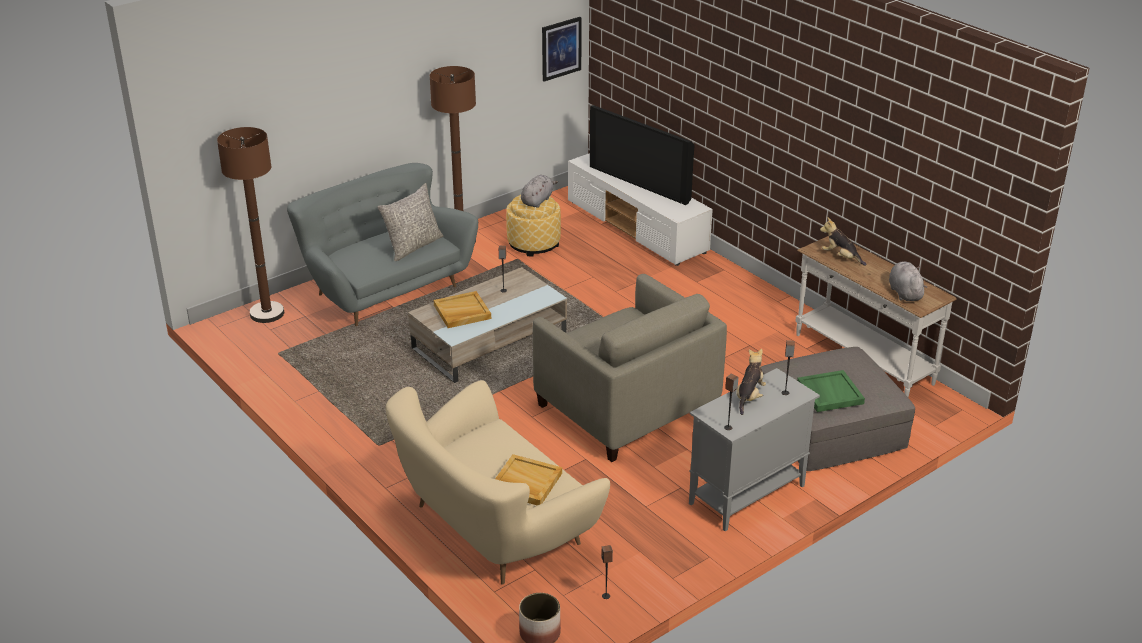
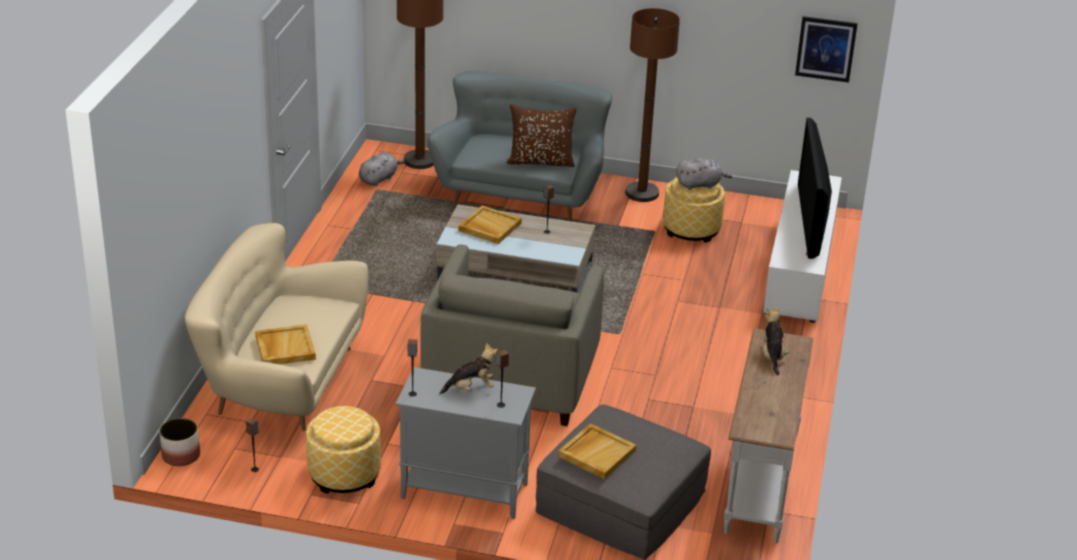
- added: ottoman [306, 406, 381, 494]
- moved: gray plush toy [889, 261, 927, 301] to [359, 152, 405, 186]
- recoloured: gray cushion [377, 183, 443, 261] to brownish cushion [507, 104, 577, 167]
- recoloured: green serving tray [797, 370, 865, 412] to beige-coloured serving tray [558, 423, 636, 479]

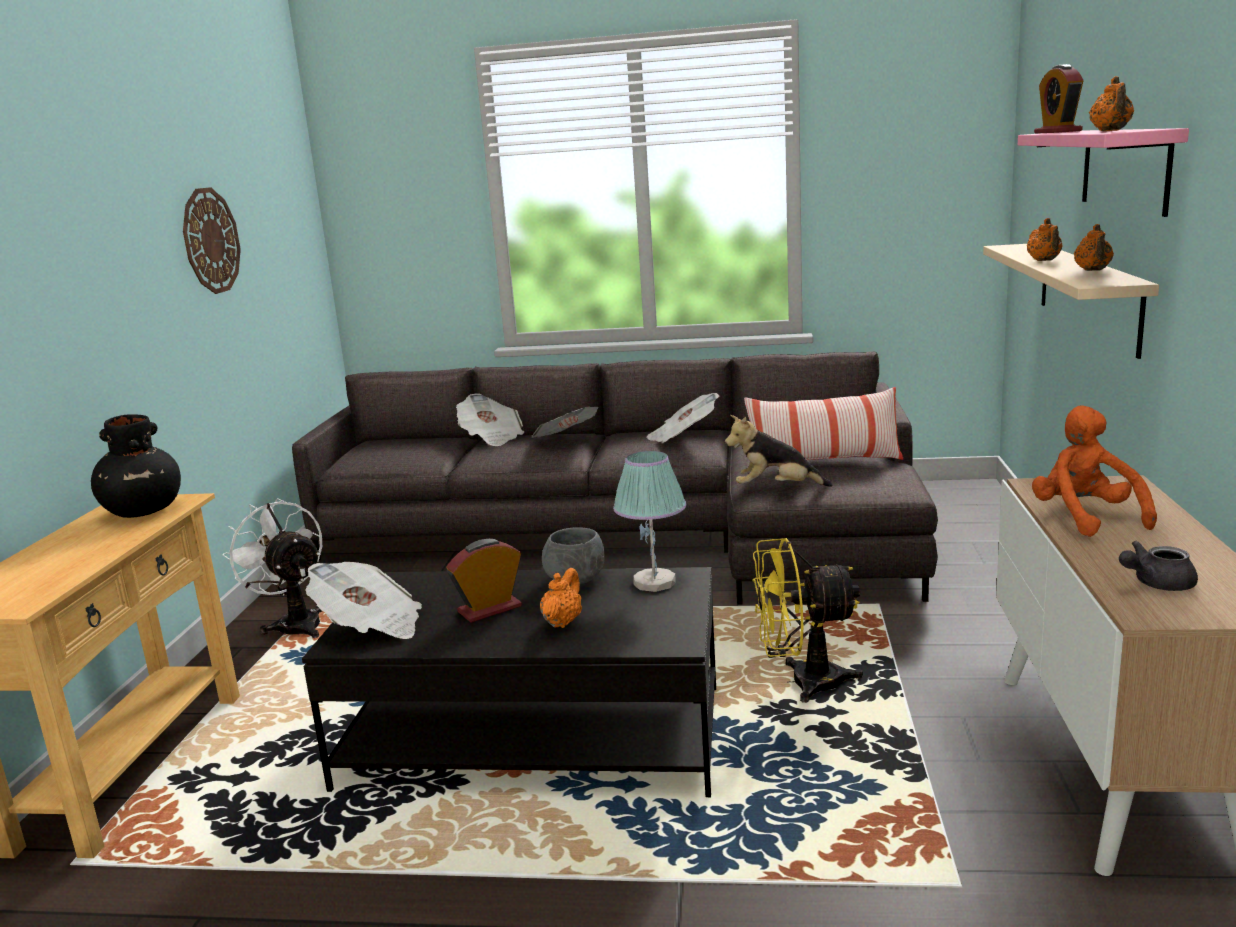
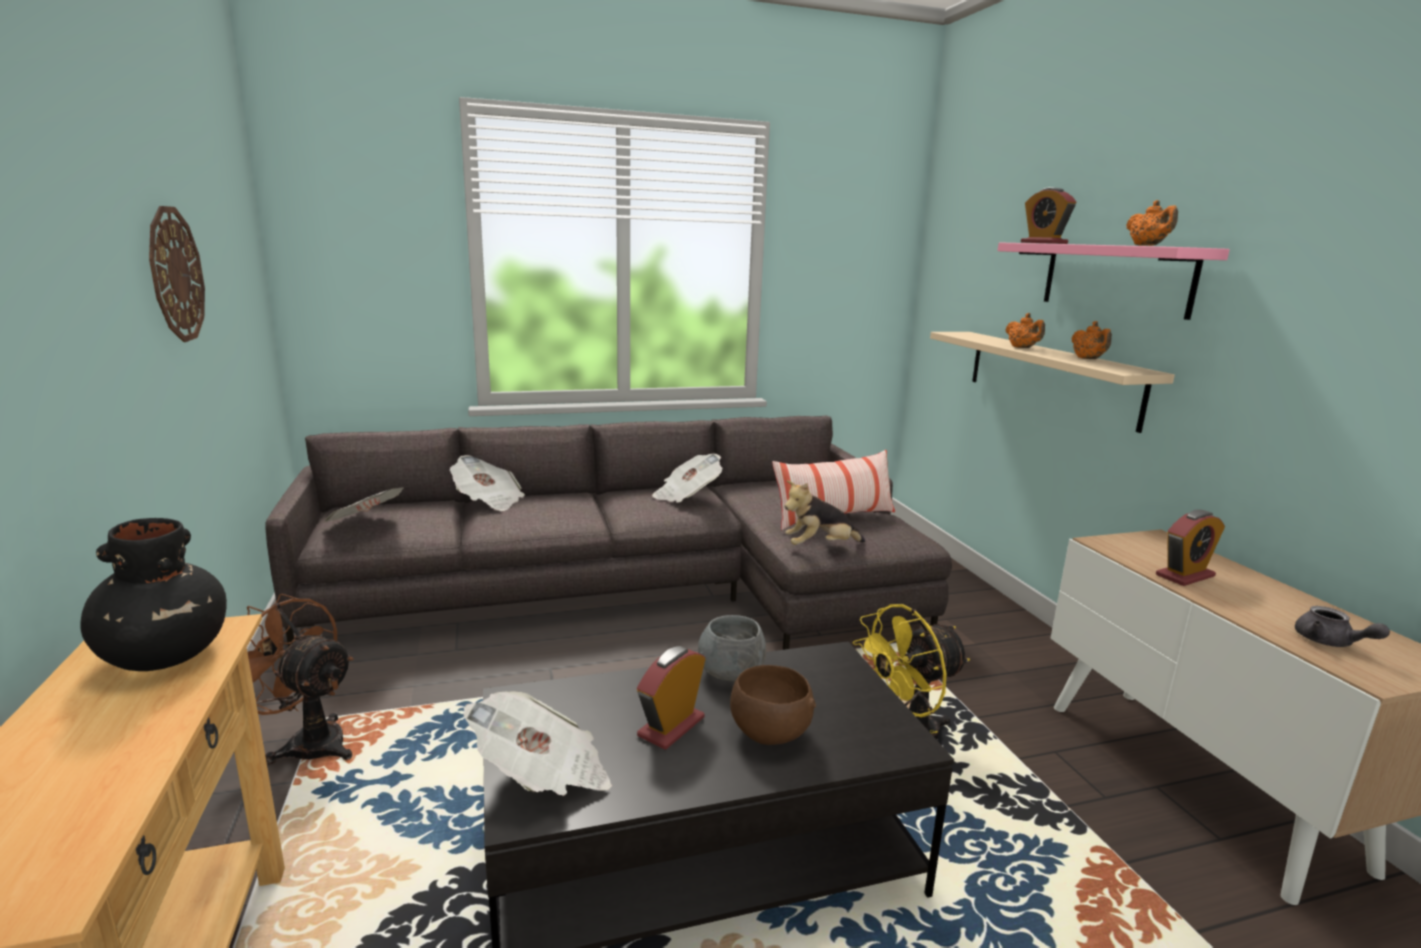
- recoloured: whitish electric fan [223, 498, 322, 638] to brownish electric fan [247, 594, 354, 765]
- moved: daily paper [531, 406, 599, 438] to [322, 488, 404, 523]
- replaced: orange pot for tea [540, 568, 582, 628] to brownish serving bowl [730, 665, 816, 745]
- replaced: orange plush toy [1032, 405, 1157, 537] to alarm clock [1156, 509, 1225, 586]
- turned: gray pot for tea [1119, 541, 1198, 591] = [1295, 606, 1390, 647] 75 degrees counterclockwise
- removed: table lamp [613, 451, 686, 592]

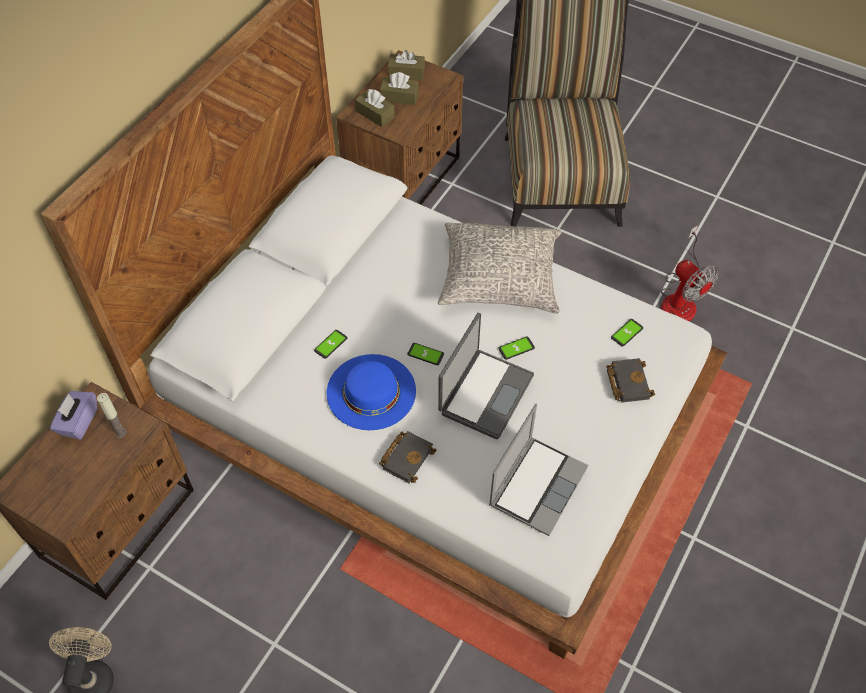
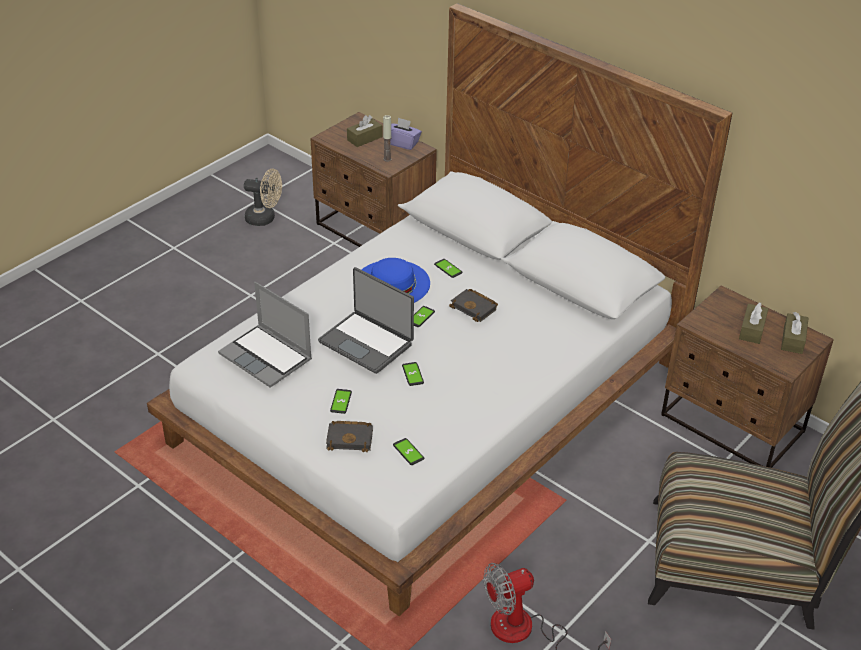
- added: telephone [330, 389, 352, 414]
- moved: brownish tissue holder [355, 89, 395, 127] to [347, 115, 383, 147]
- moved: black bound book [379, 431, 437, 483] to [449, 289, 498, 322]
- removed: gray cushion [438, 223, 562, 314]

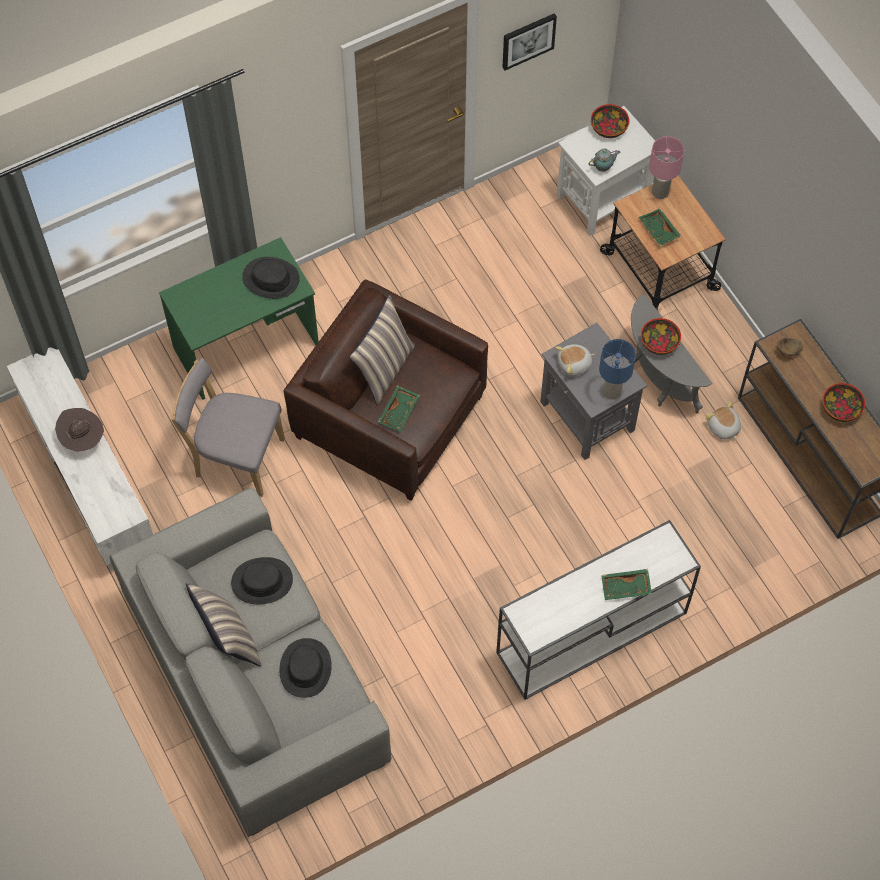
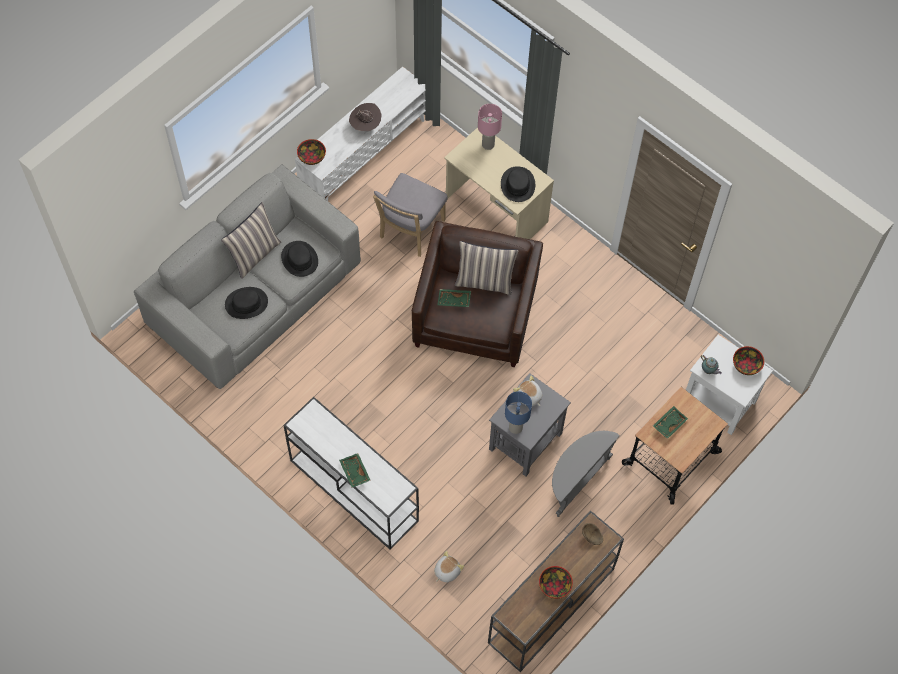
- moved: serving bowl [641, 318, 681, 355] to [297, 139, 326, 165]
- turned: gray plain chair [171, 358, 285, 497] = [373, 173, 448, 257] 150 degrees counterclockwise
- moved: plush toy [705, 401, 741, 440] to [434, 551, 464, 582]
- recoloured: green desk [159, 237, 319, 400] to beige-coloured desk [444, 127, 554, 239]
- moved: pink table lamp [649, 136, 684, 199] to [478, 104, 502, 150]
- removed: wall picture [502, 13, 557, 70]

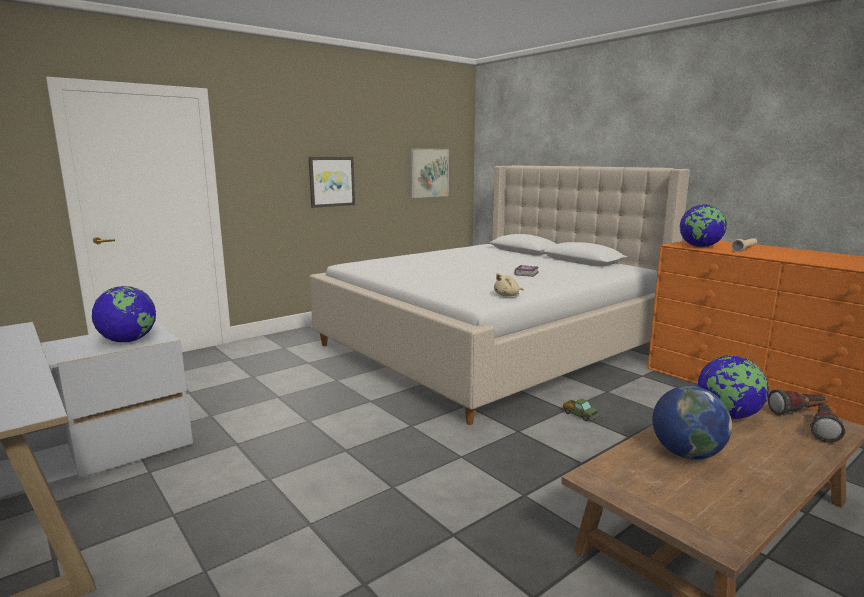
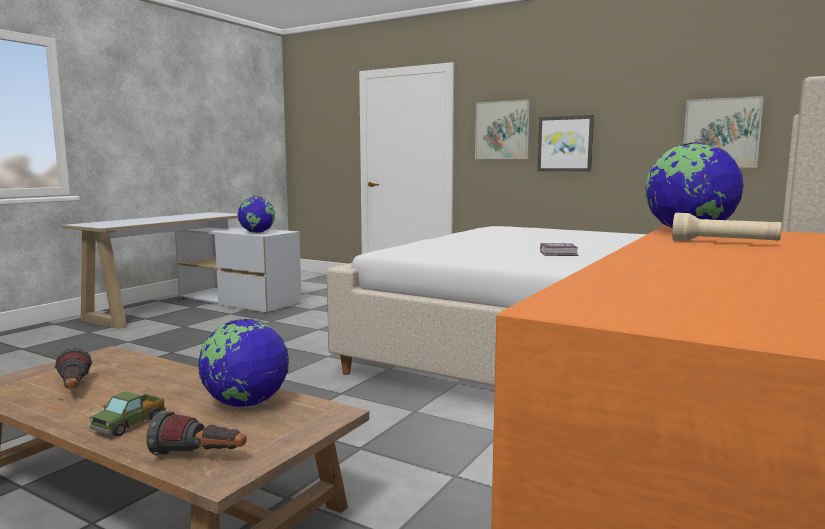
- moved: hand torch [768, 390, 828, 415] to [55, 348, 92, 389]
- moved: toy truck [562, 398, 599, 421] to [90, 391, 166, 436]
- added: wall picture [475, 99, 531, 159]
- removed: beige-coloured plush toy [494, 273, 524, 296]
- removed: globe [652, 386, 732, 460]

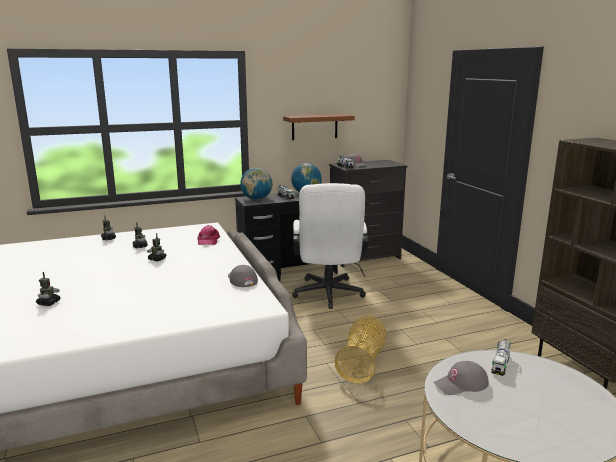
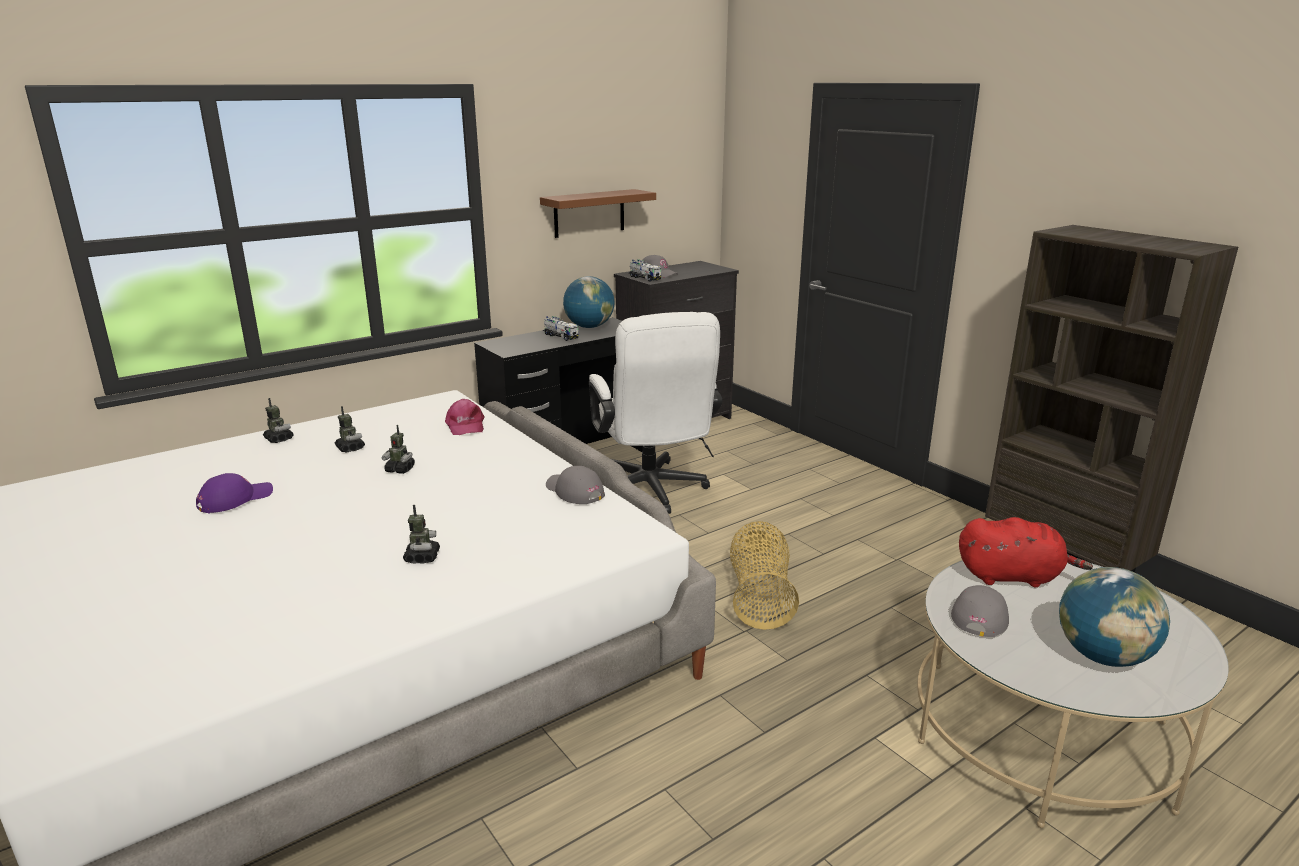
- added: purple-coloured peaked cap [196, 473, 273, 514]
- moved: toy robot [36, 272, 61, 306] to [403, 505, 440, 563]
- turned: gray peaked cap [434, 361, 489, 395] = [951, 585, 1009, 637] 150 degrees clockwise
- replaced: toy truck [491, 339, 511, 376] to red plush toy [959, 517, 1093, 587]
- moved: globe [240, 168, 272, 200] to [1059, 567, 1170, 667]

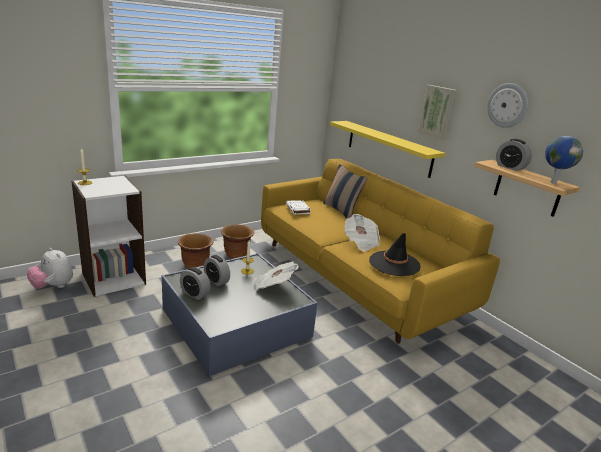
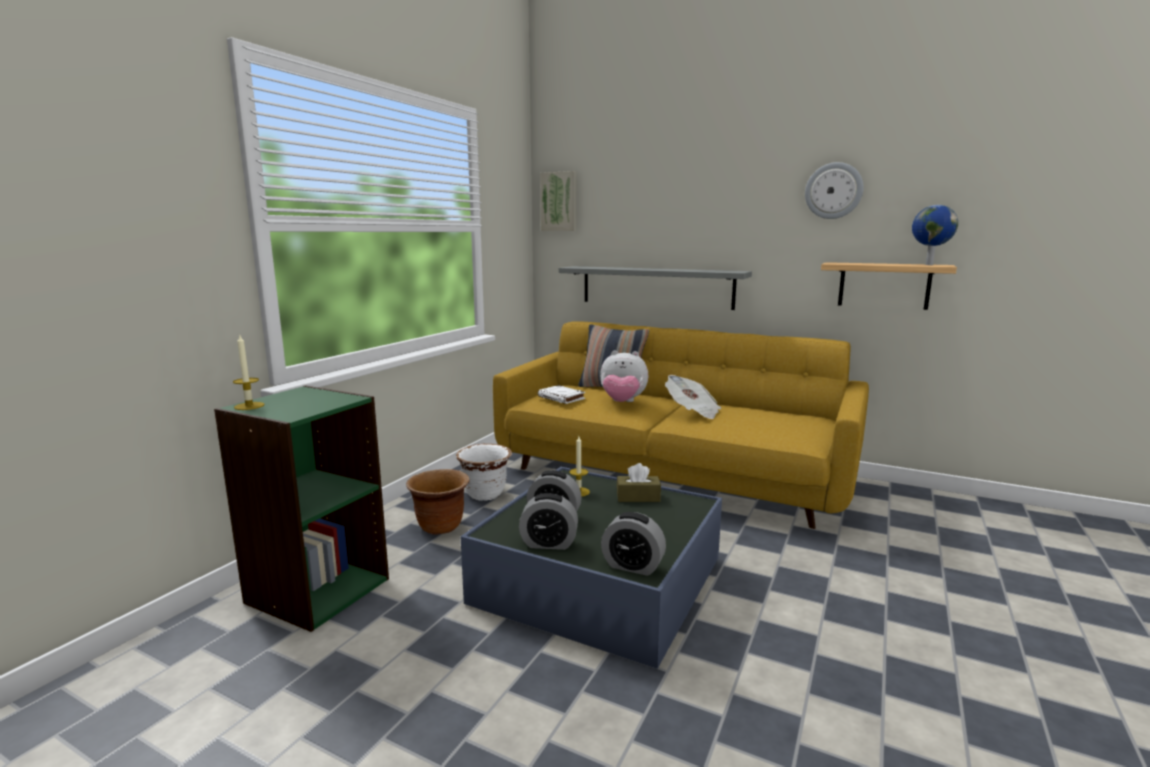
- recoloured: whitish shelving unit [71, 175, 146, 297] to green shelving unit [214, 385, 389, 632]
- recoloured: brownish planter [221, 224, 254, 259] to whitish planter [456, 444, 512, 501]
- moved: wall picture [418, 85, 457, 140] to [540, 171, 577, 231]
- recoloured: yellow-coloured bracket shelf [330, 121, 445, 178] to gray bracket shelf [559, 266, 752, 310]
- moved: plush toy [27, 248, 73, 289] to [600, 350, 648, 402]
- moved: alarm clock [496, 139, 532, 171] to [601, 512, 666, 576]
- replaced: daily paper [253, 261, 298, 290] to brownish tissue holder [617, 463, 661, 502]
- removed: black wearable hat [369, 233, 421, 276]

